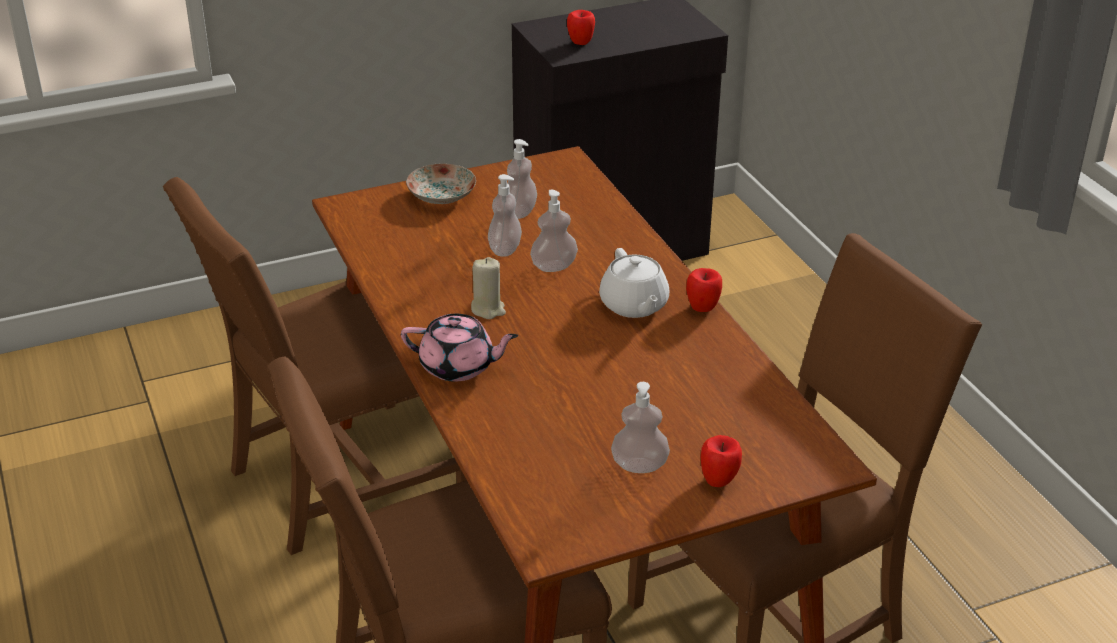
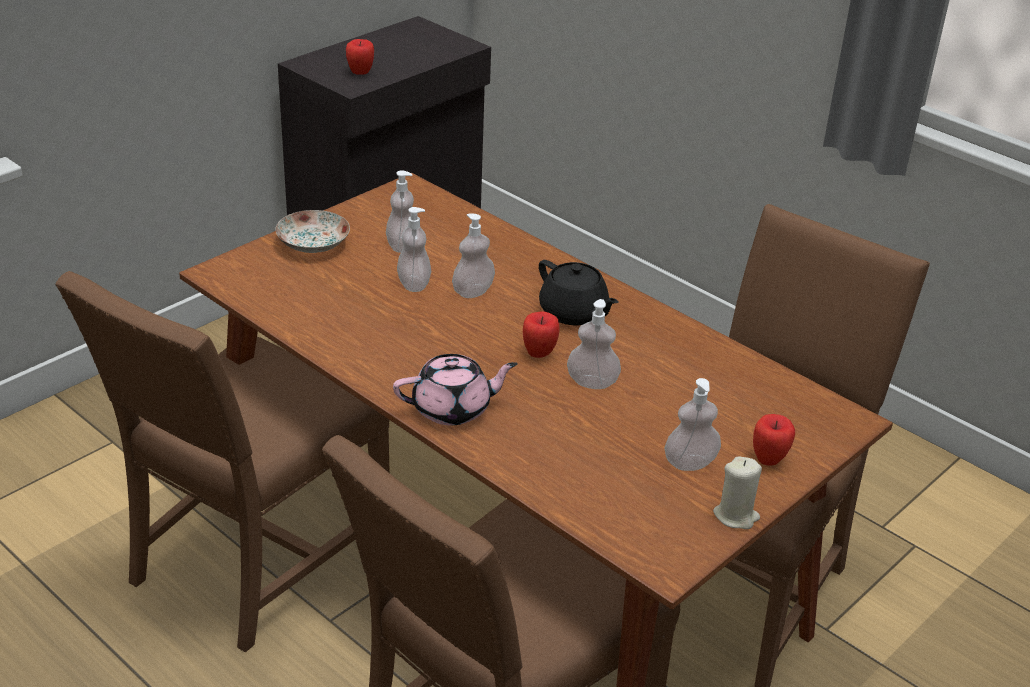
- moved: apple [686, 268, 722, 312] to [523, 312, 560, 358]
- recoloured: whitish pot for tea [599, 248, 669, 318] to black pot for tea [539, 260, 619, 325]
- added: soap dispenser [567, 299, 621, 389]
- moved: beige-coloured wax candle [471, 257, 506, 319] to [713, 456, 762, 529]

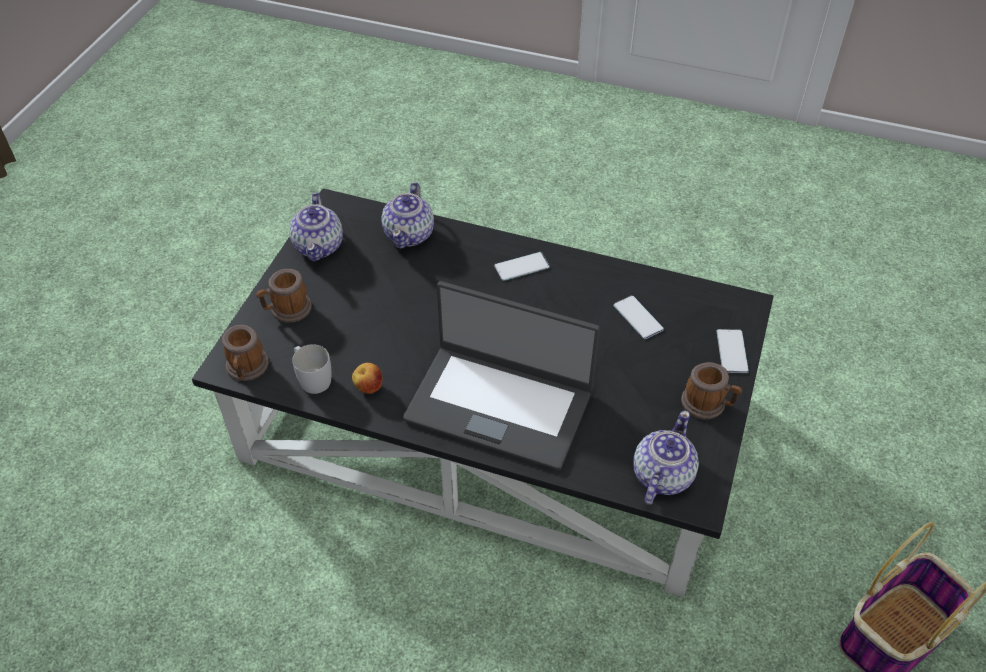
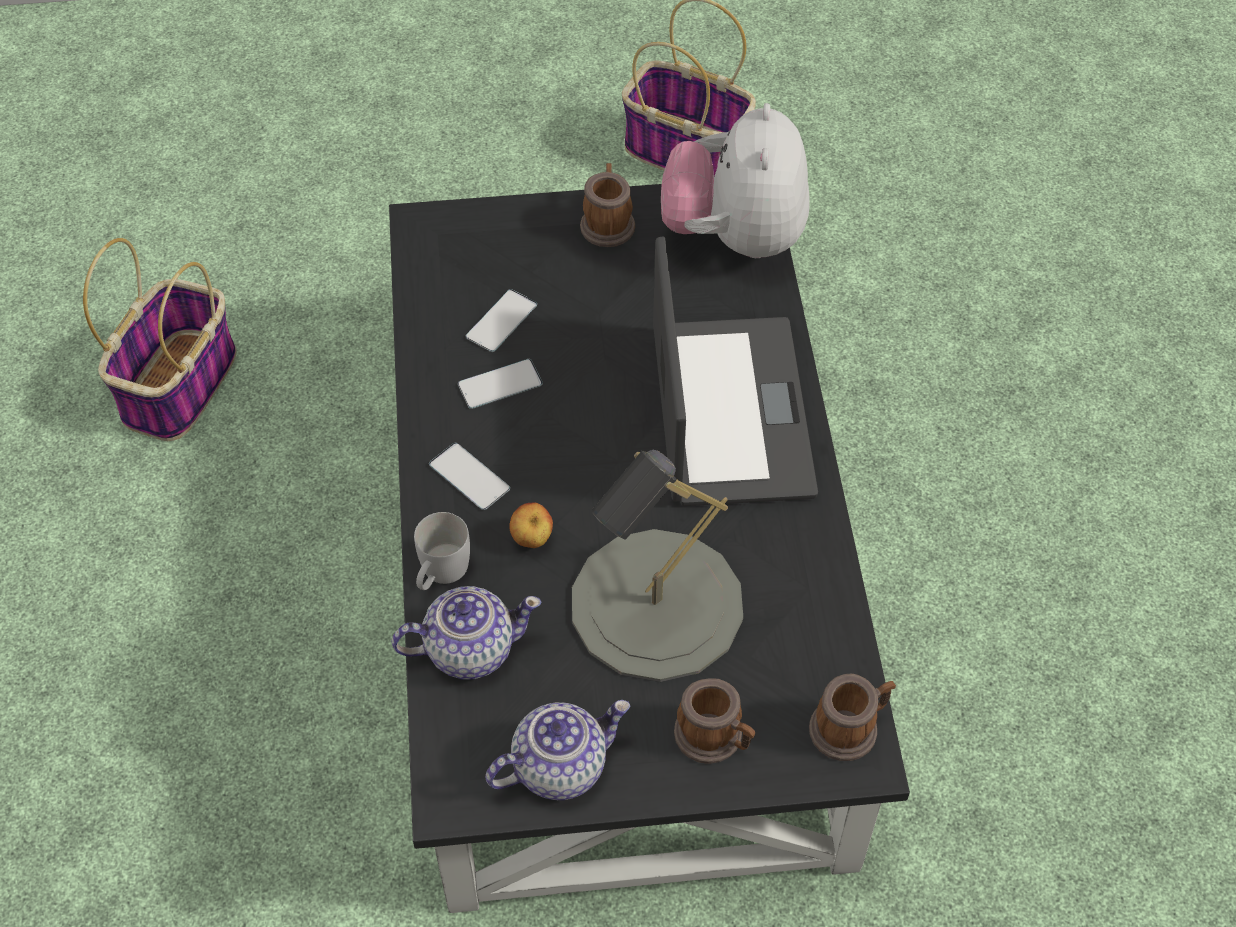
- added: household basket [83, 238, 237, 441]
- moved: whitish coffee mug [292, 344, 331, 394] to [414, 512, 470, 590]
- moved: telephone [716, 329, 749, 373] to [458, 359, 543, 409]
- moved: apple [352, 363, 382, 394] to [509, 502, 553, 548]
- added: gray table lamp [572, 450, 743, 682]
- replaced: pot for tea [633, 411, 699, 505] to plush toy [661, 103, 810, 258]

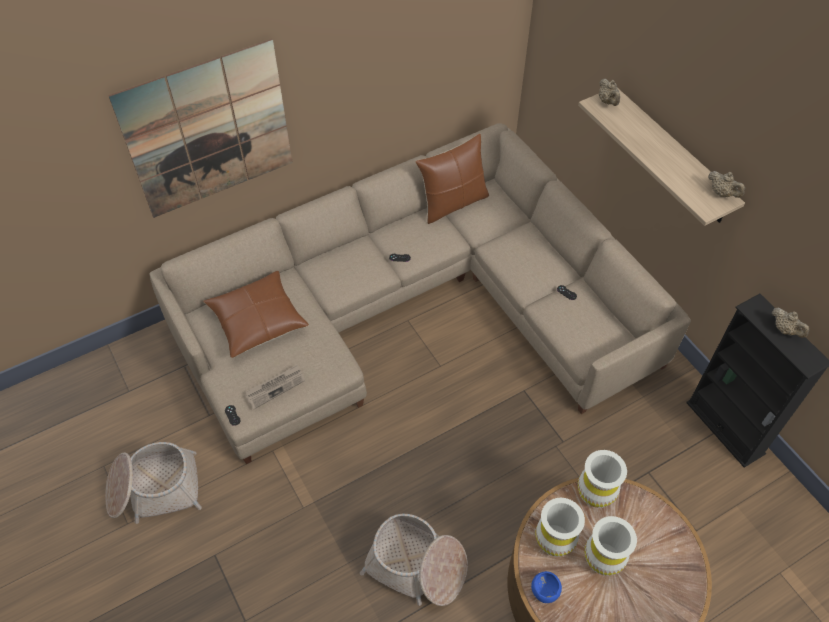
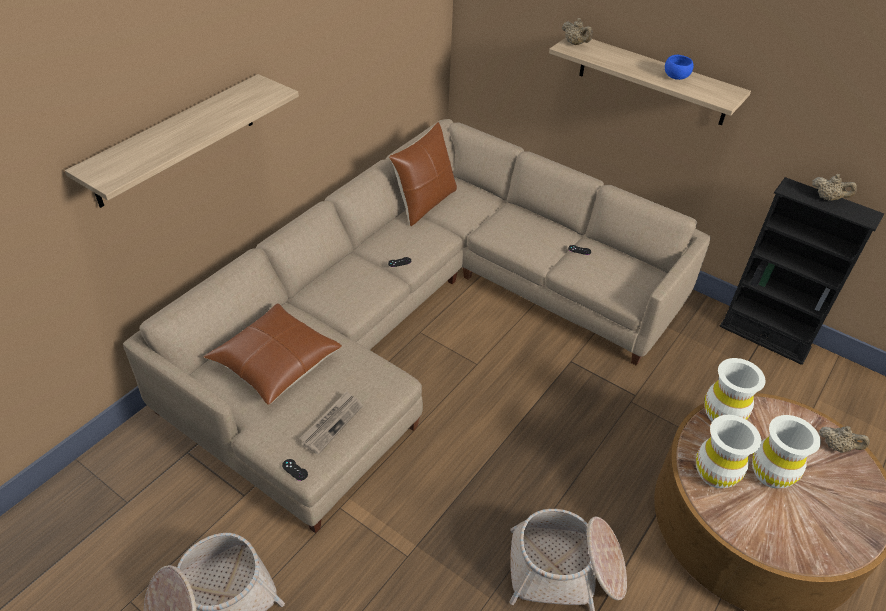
- replaced: wall picture [108, 39, 293, 218] to bracket shelf [65, 74, 299, 208]
- moved: blue serving bowl [531, 571, 562, 603] to [665, 55, 694, 80]
- moved: beige-coloured pot for tea [708, 171, 745, 198] to [819, 426, 870, 453]

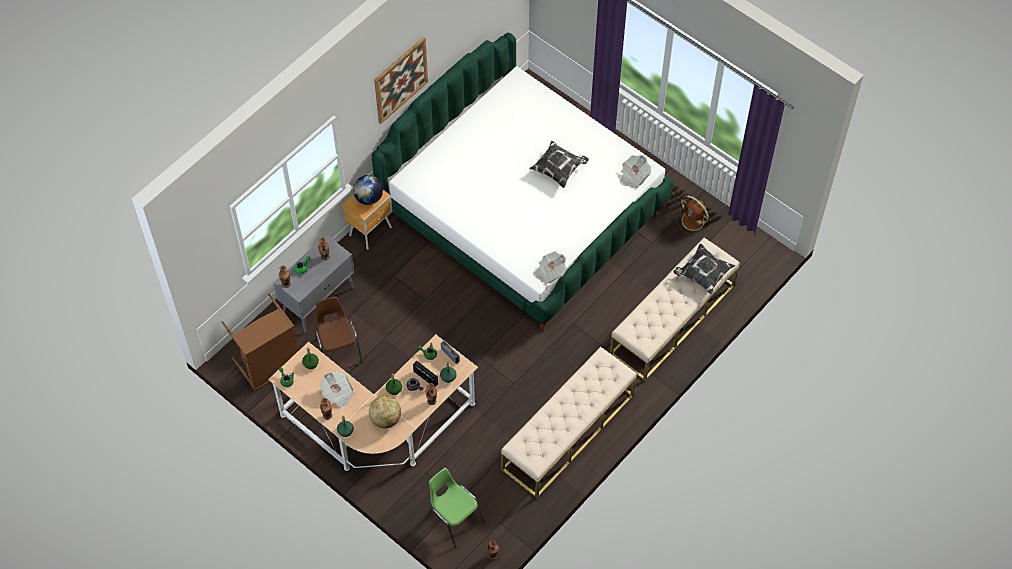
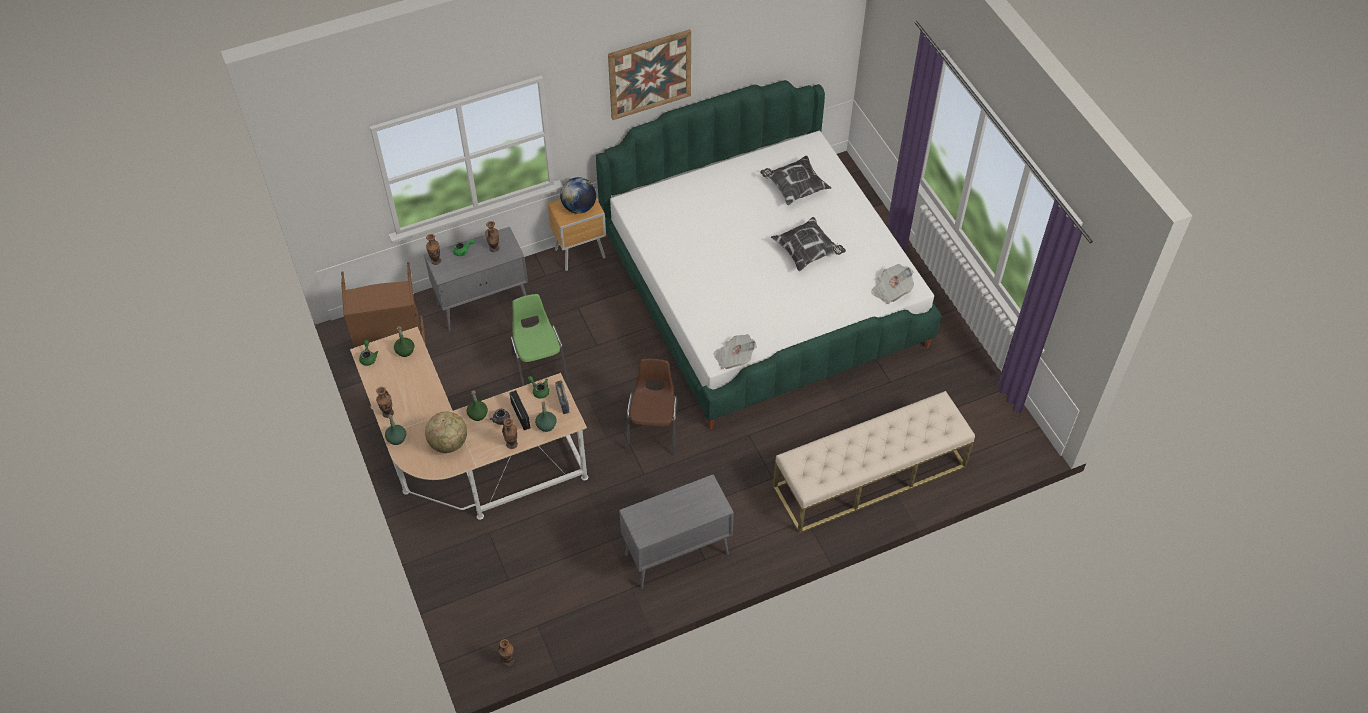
- moved: green plain chair [426, 468, 484, 548] to [511, 294, 569, 386]
- replaced: beige-coloured indoor bench [501, 347, 637, 498] to gray storage cabinet [619, 474, 734, 589]
- moved: brownish plain chair [315, 297, 363, 364] to [627, 359, 678, 456]
- moved: cushion [673, 243, 735, 294] to [760, 156, 831, 205]
- removed: daily paper [320, 371, 355, 409]
- removed: brownish electric fan [676, 195, 711, 236]

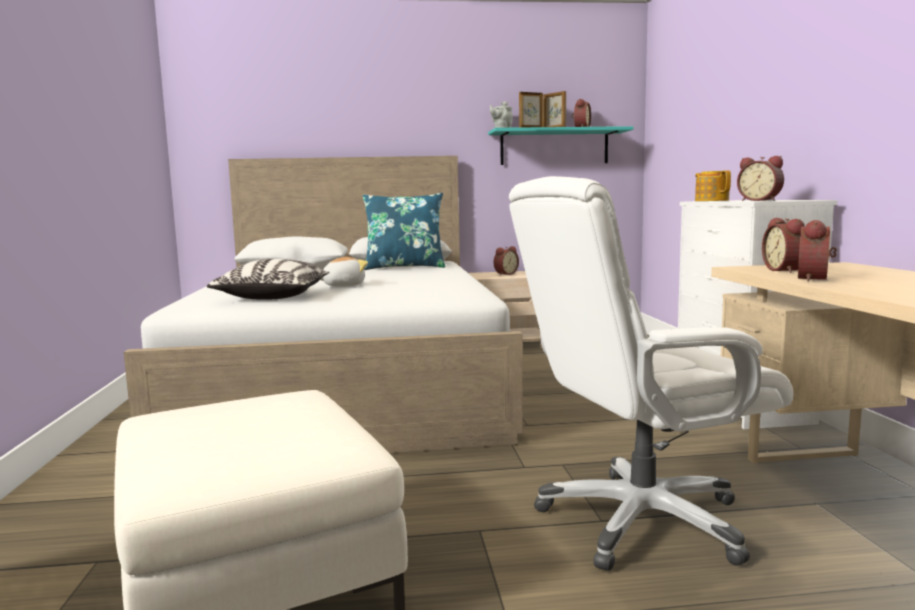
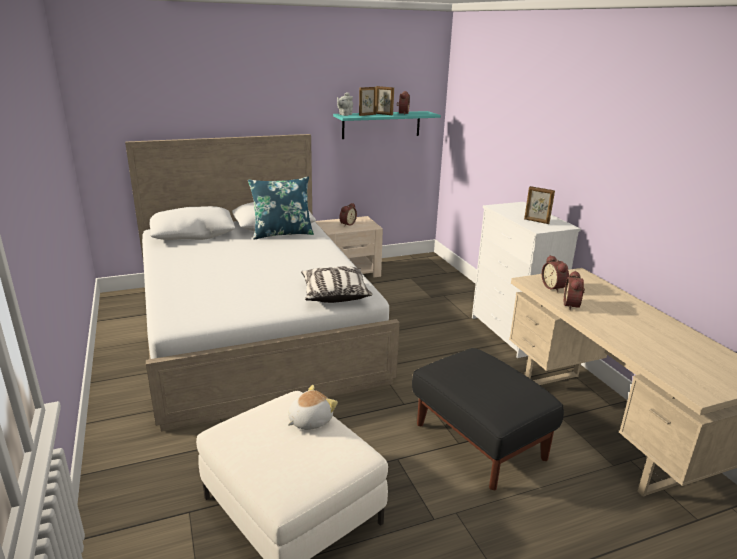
- moved: plush toy [320, 257, 368, 287] to [288, 385, 338, 430]
- moved: cushion [207, 259, 329, 300] to [301, 266, 372, 303]
- replaced: whitish office chair [509, 176, 793, 571] to black ottoman [412, 348, 564, 490]
- replaced: alarm clock [737, 156, 784, 201] to photo frame [524, 186, 555, 224]
- removed: pot for tea [695, 170, 731, 201]

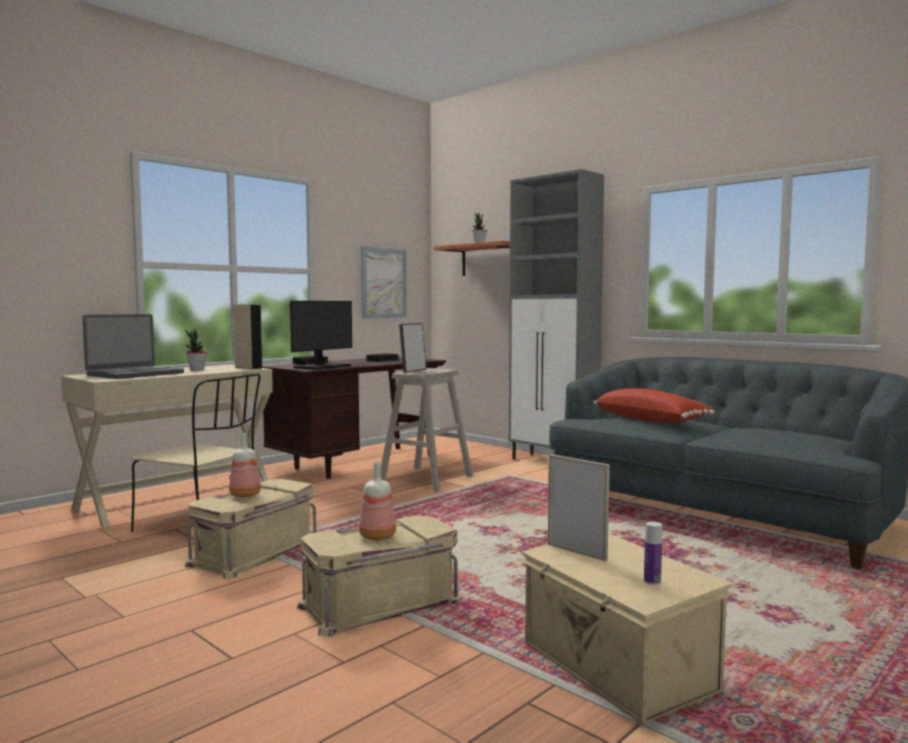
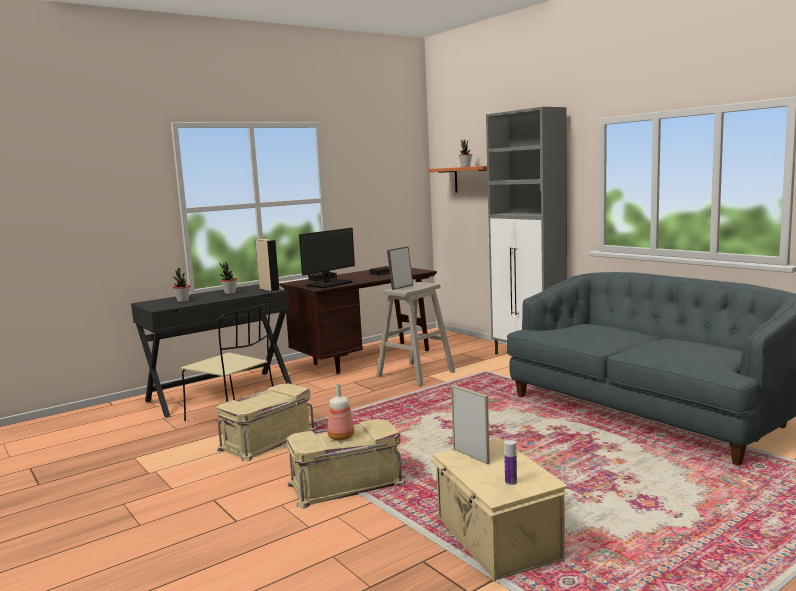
- recoloured: beige-coloured desk [61, 364, 273, 528] to black desk [131, 284, 292, 418]
- replaced: laptop [82, 314, 184, 379] to potted plant [173, 268, 190, 302]
- removed: beverage bottle [229, 433, 261, 497]
- removed: wall picture [361, 247, 407, 318]
- removed: red cushion [594, 388, 714, 423]

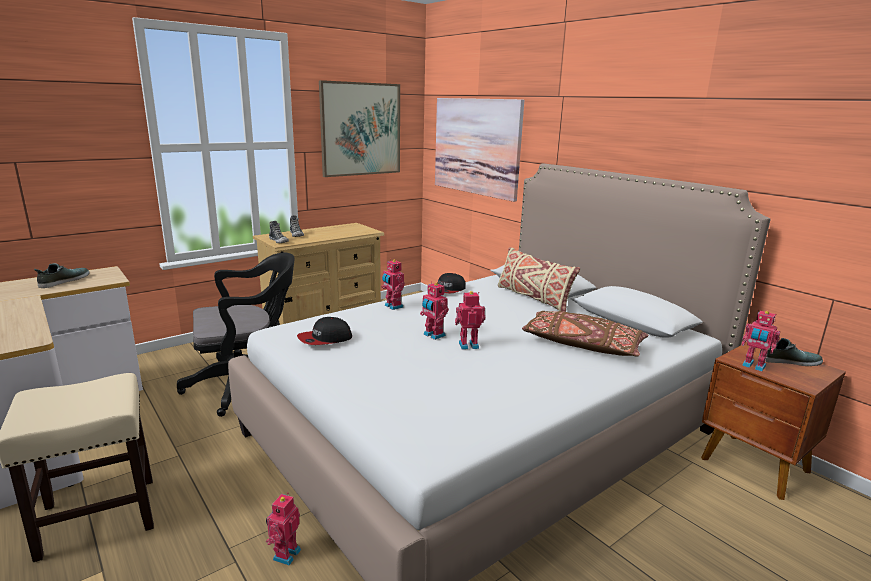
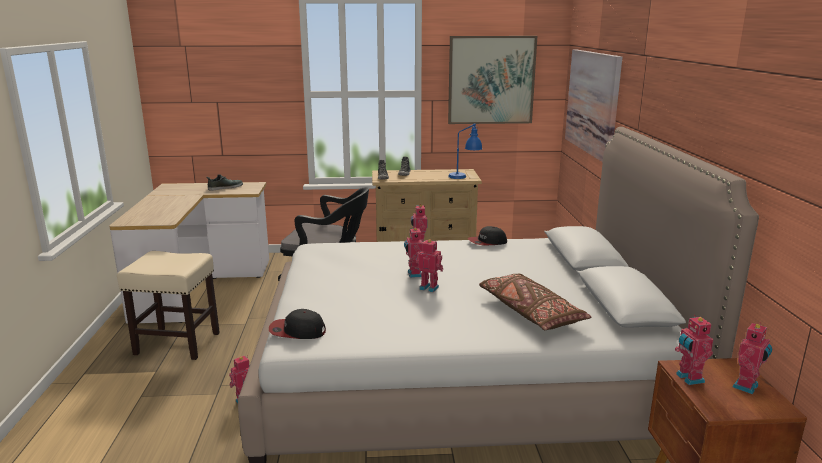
- moved: peaked cap [297, 317, 352, 345] to [269, 309, 326, 339]
- added: blue table lamp [448, 123, 483, 179]
- replaced: low shoe [758, 338, 823, 366] to toy robot [733, 322, 772, 394]
- removed: beige-coloured cushion [498, 247, 580, 312]

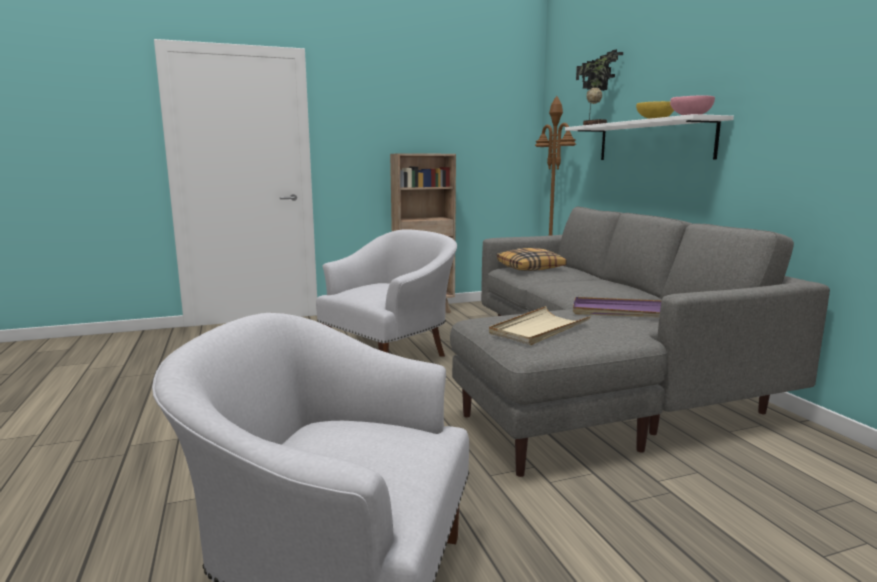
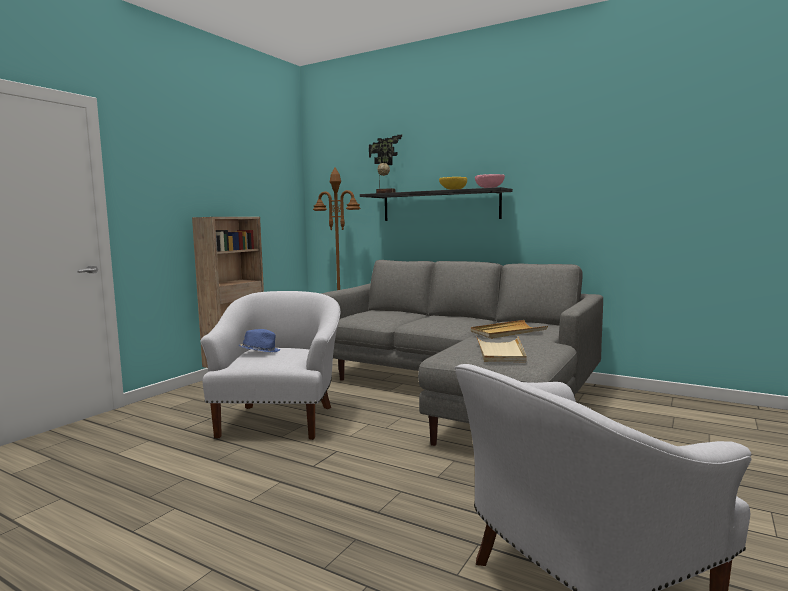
- added: blue wearable hat [239, 329, 280, 352]
- recoloured: whitish bracket shelf [565, 114, 734, 160] to black bracket shelf [360, 187, 513, 221]
- recoloured: purple-coloured serving tray [573, 297, 662, 318] to beige-coloured serving tray [471, 320, 548, 339]
- removed: cushion [497, 248, 567, 271]

